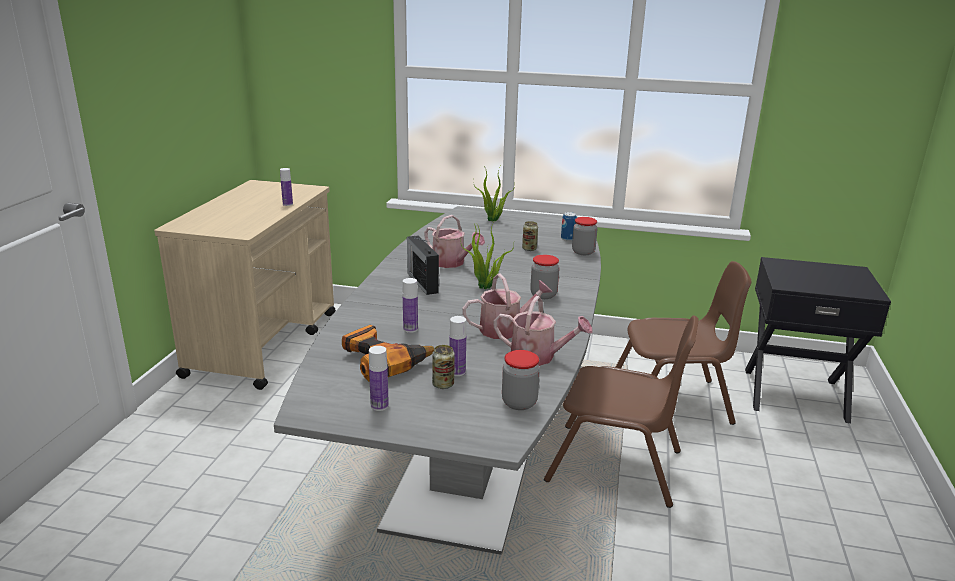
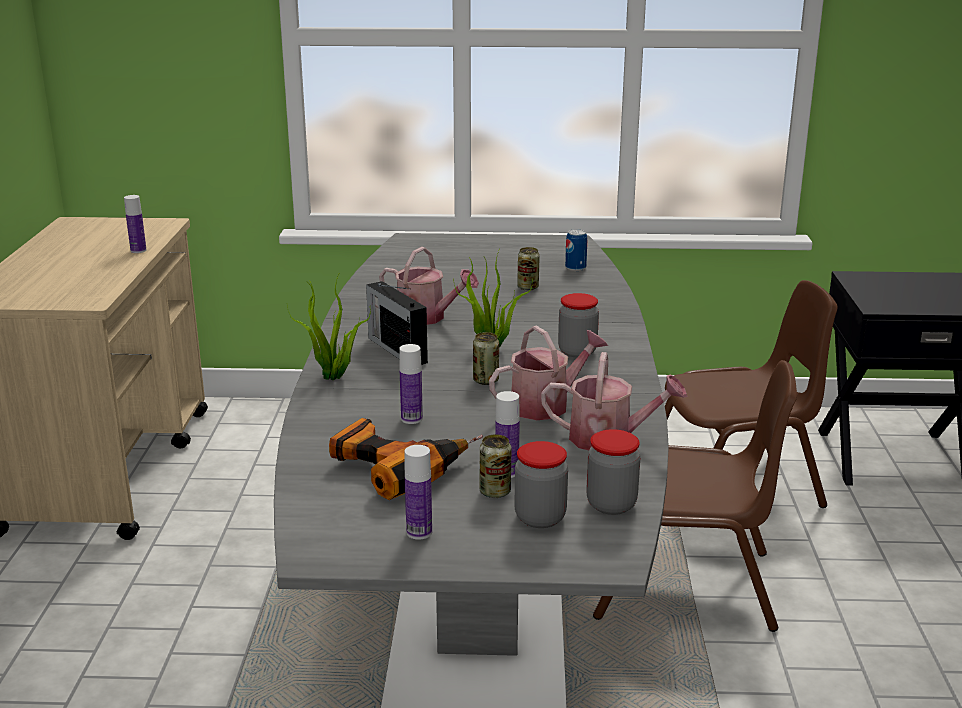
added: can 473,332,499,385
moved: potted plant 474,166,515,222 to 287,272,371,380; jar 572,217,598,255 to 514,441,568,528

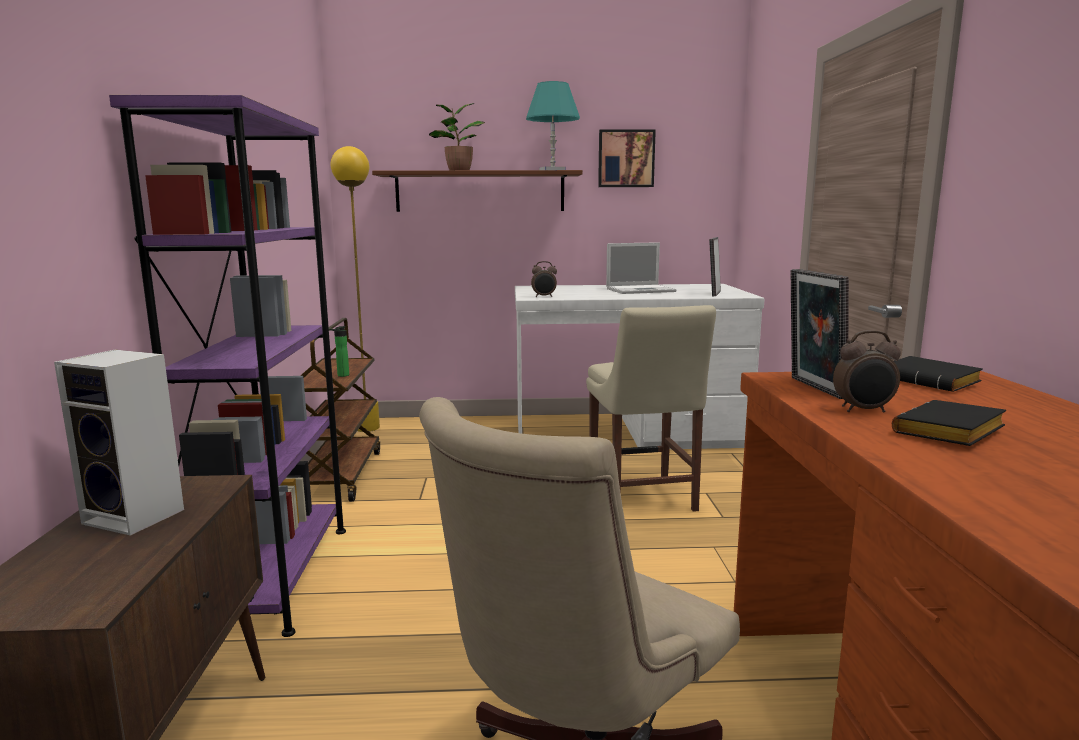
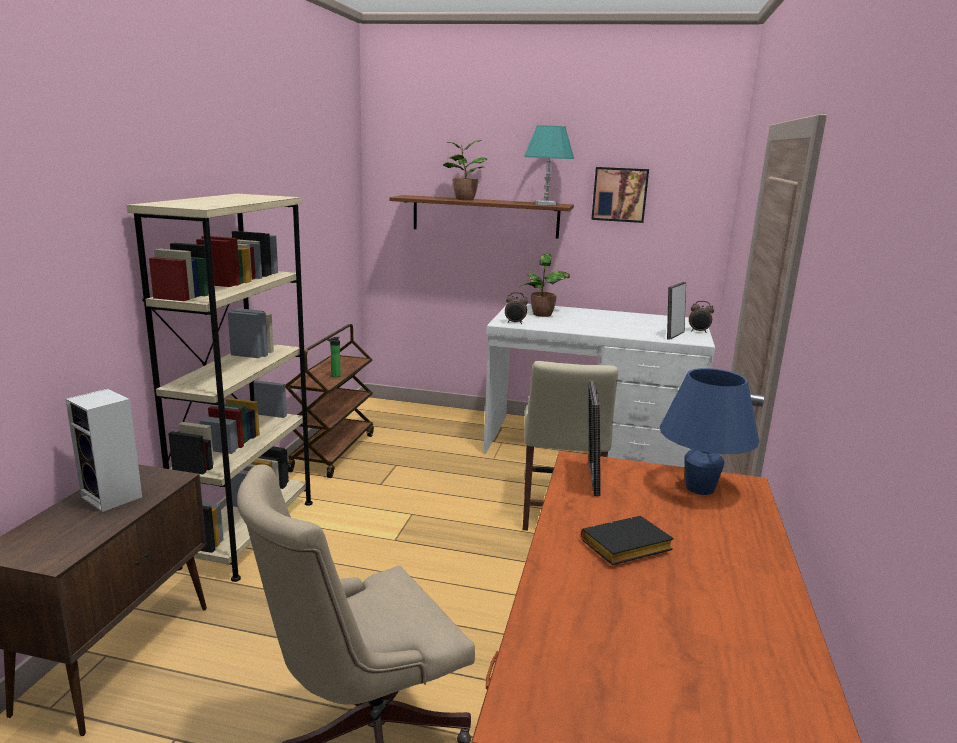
removed: yellow floor lamp 331,146,380,432; laptop 606,242,676,294
added: potted plant 521,253,570,317
moved: alarm clock 833,330,901,413 to 689,301,714,333
replaced: black book 894,356,983,392 to blue table lamp 660,368,759,495
recoloured: purple bookcase 109,95,346,637 to beige bookcase 127,194,313,582

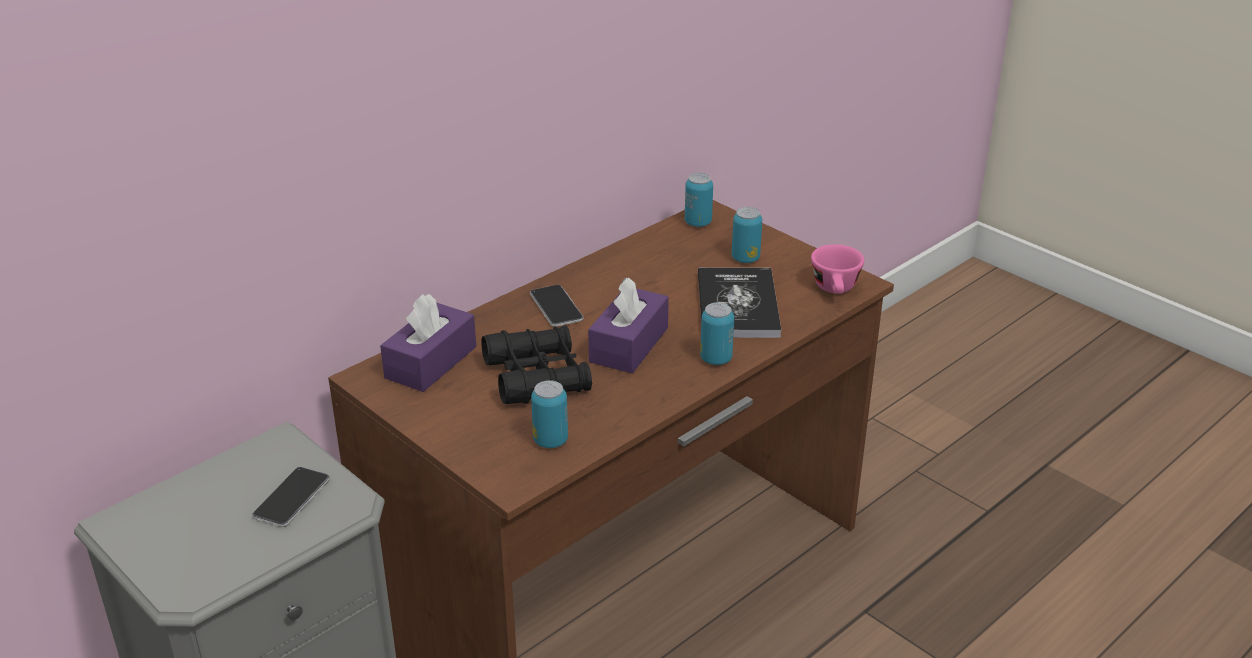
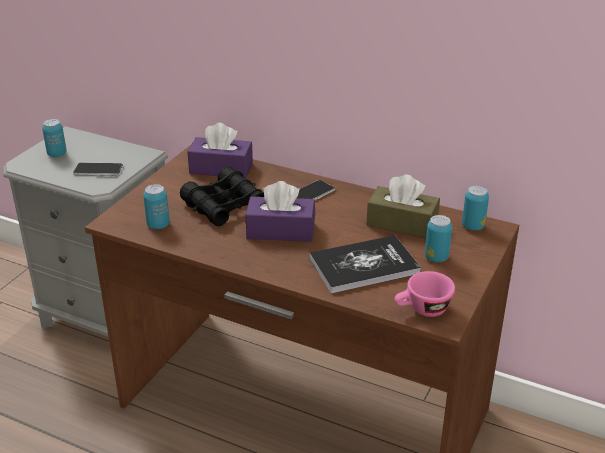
added: brown tissue box 367,174,440,238
moved: can 700,302,734,365 to 42,119,67,157

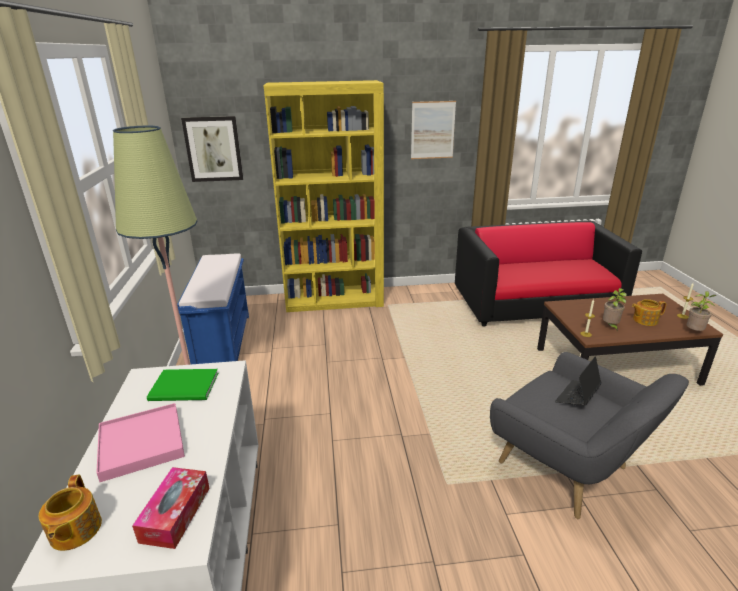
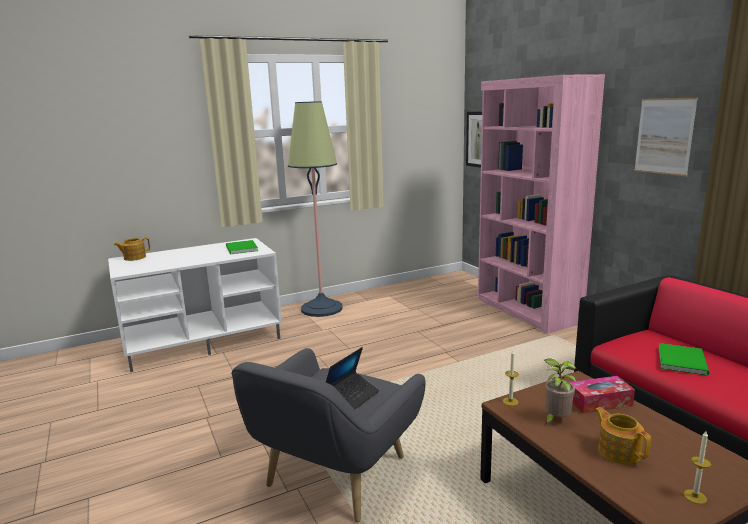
removed: pink tray 96,403,185,482; blue bench 177,253,249,364; potted plant 687,291,716,331
added: green book 658,343,709,376
moved: tissue box 132,467,210,549 to 570,376,635,413
recoloured: yellow bookcase 263,80,384,312 to pink bookcase 478,74,605,334
turned: laptop 555,356,602,406 = 326,347,379,409 105 degrees clockwise

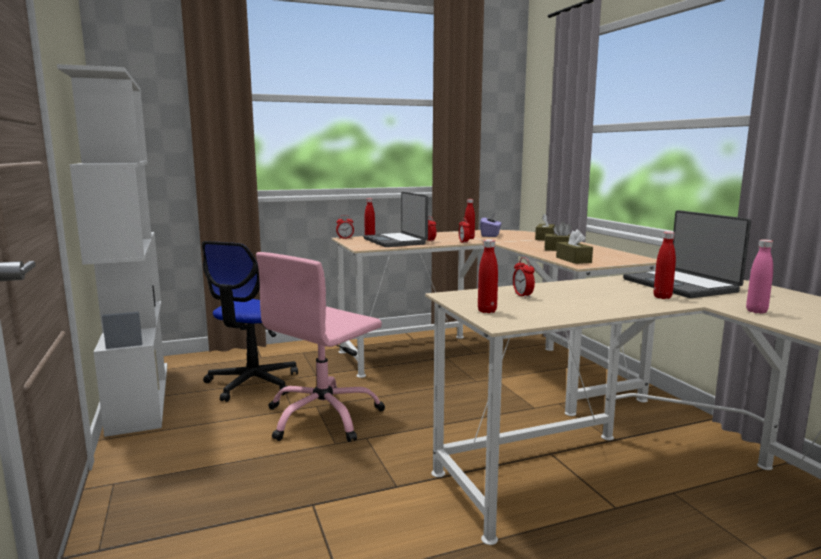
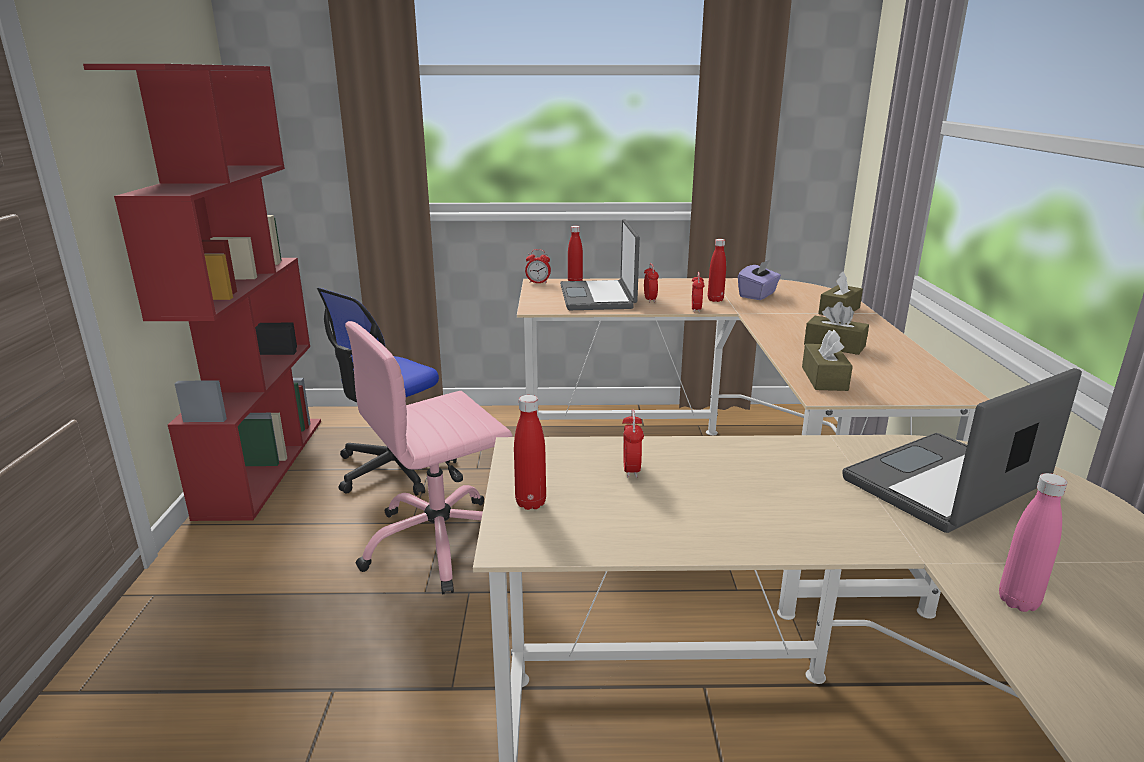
removed: red bottle 654,231,676,299
recoloured: white bookcase 57,64,167,437 to red bookcase 83,64,321,521
turned: laptop 623,210,751,298 = 842,368,1082,533 60 degrees clockwise

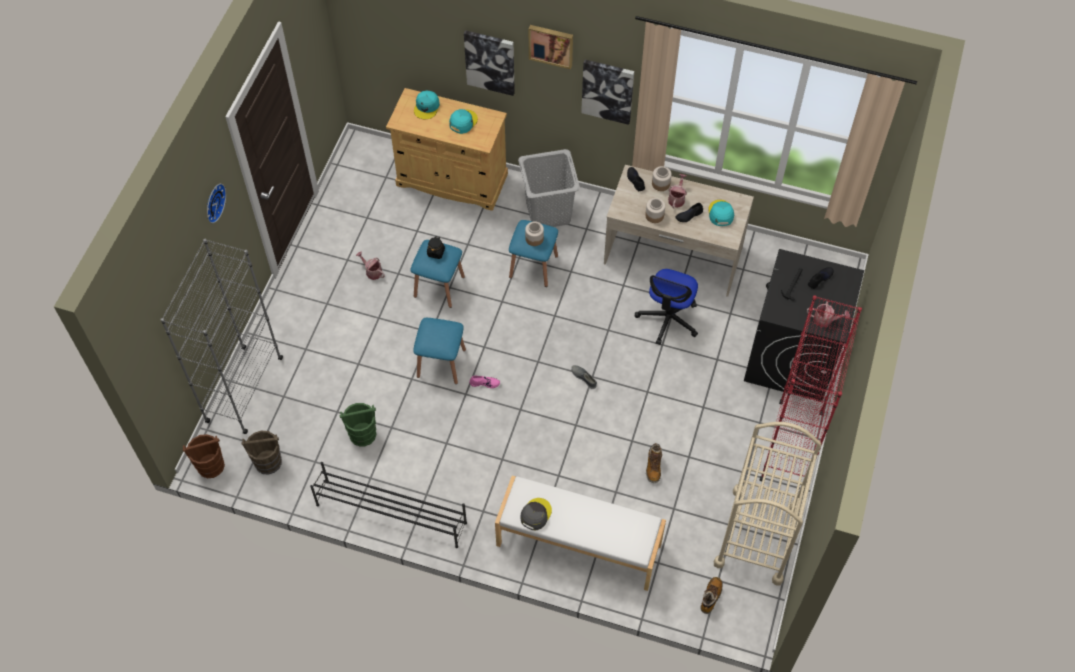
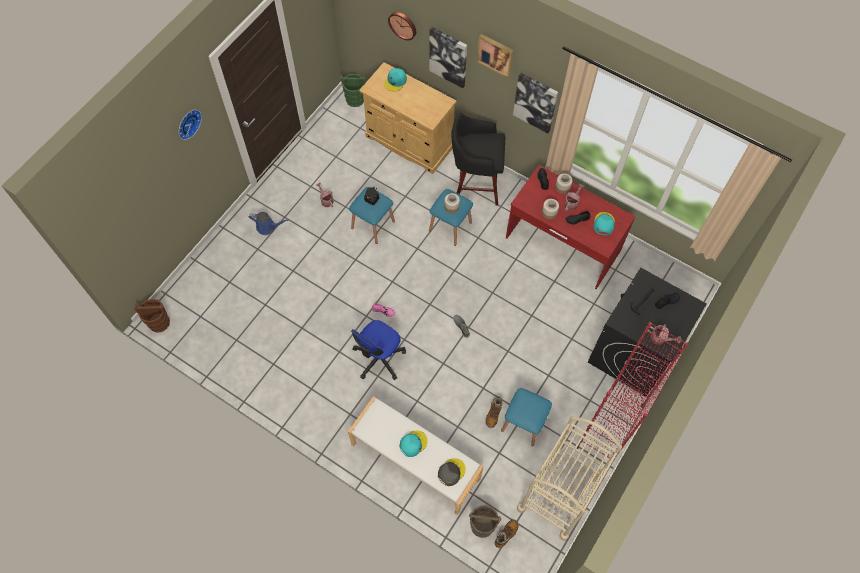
removed: grey bookcase 160,239,283,434; black shoe rack 310,462,467,548
added: blue watering can 249,212,289,235; wall clock 388,12,416,40
moved: brown bucket 242,431,282,475 to 469,505,501,538; green bucket 340,403,376,446 to 340,74,366,107; blue stool 413,318,466,384 to 501,388,552,446; turquoise cap 449,109,478,134 to 399,431,428,457; grey cap 520,498,552,530 to 438,458,466,486; office chair 635,269,698,345 to 351,320,406,380
replaced: grey laundry basket 518,149,580,227 to black stool 451,113,505,206
recoloured: beige desk 604,165,754,297 to red desk 506,165,636,289

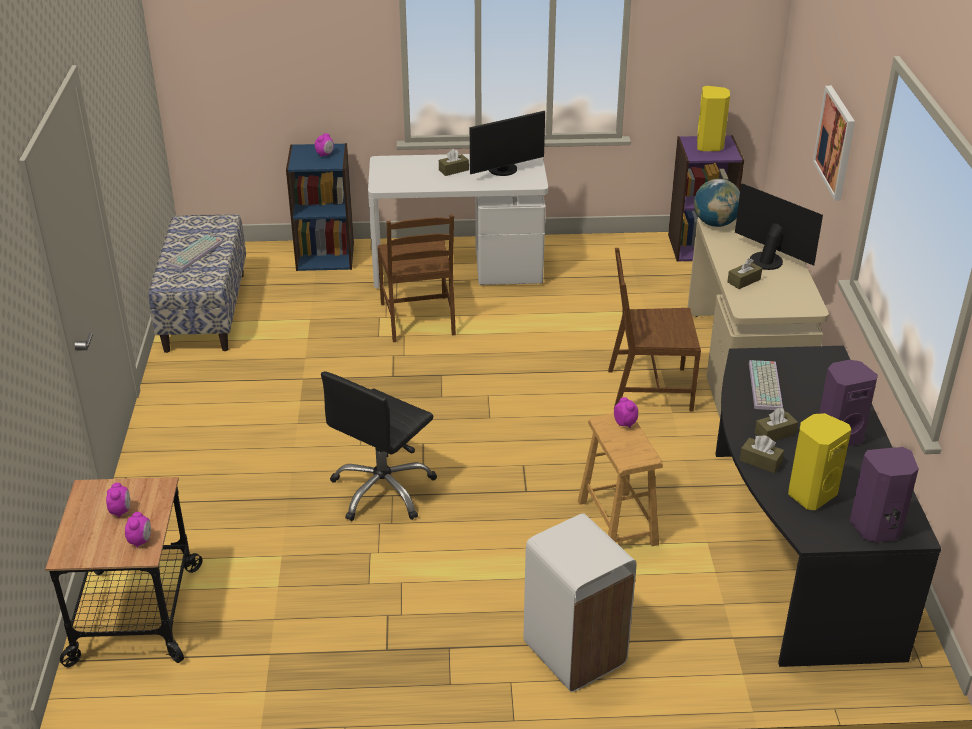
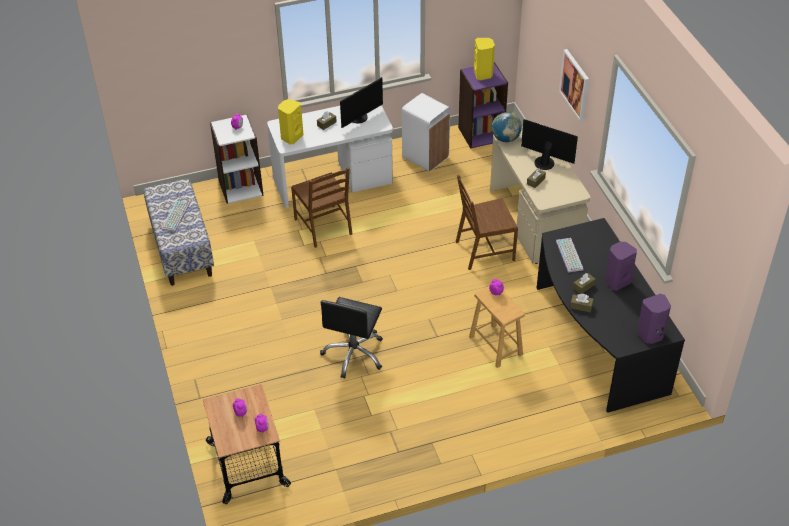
moved: white trash can 524,513,636,692 to 402,93,450,172; yellow speaker 788,413,851,510 to 278,99,303,144
recoloured: blue bookcase 286,143,354,271 to white bookcase 210,114,264,204

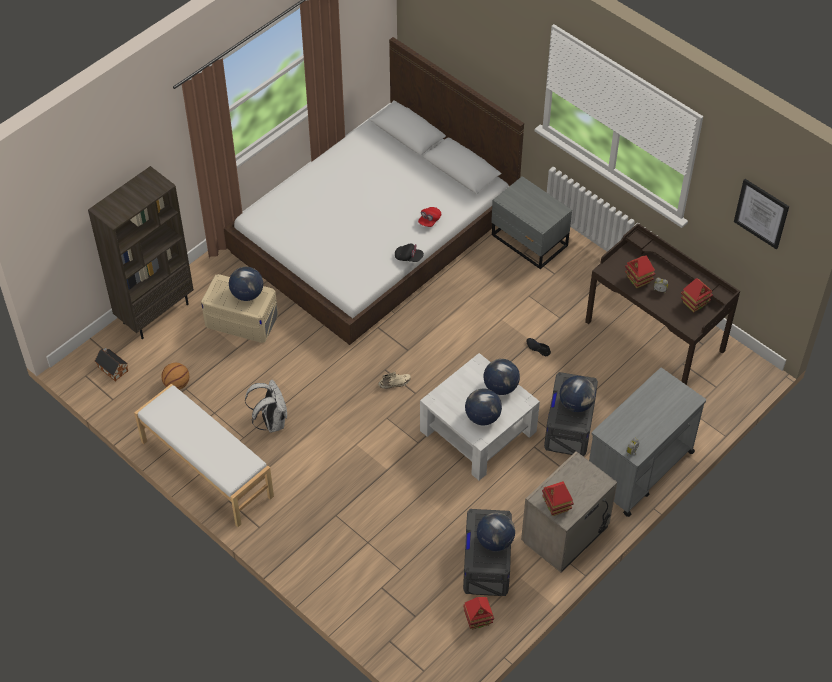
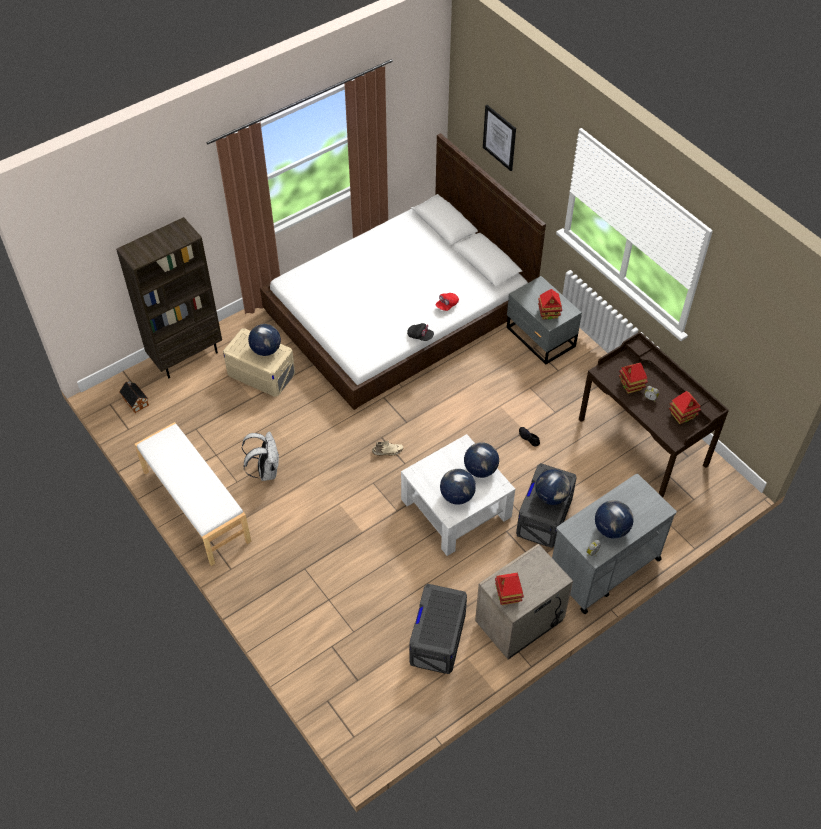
removed: basketball 162,363,189,390
moved: toy house 463,597,494,629 to 538,289,562,319; globe 477,513,515,551 to 595,500,634,539; picture 734,179,789,249 to 483,105,516,171

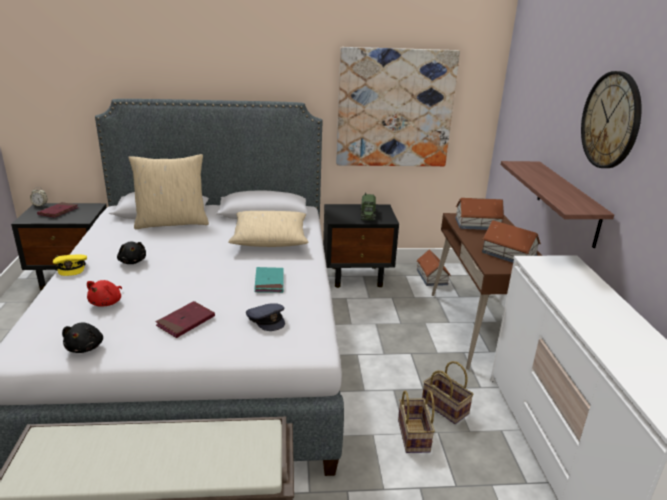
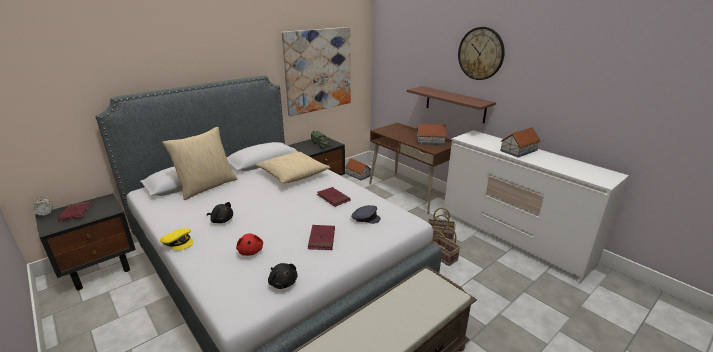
moved: toy house 455,198,505,230 to 500,127,541,158
recoloured: turquoise book 254,267,283,293 to red book 317,187,351,207

